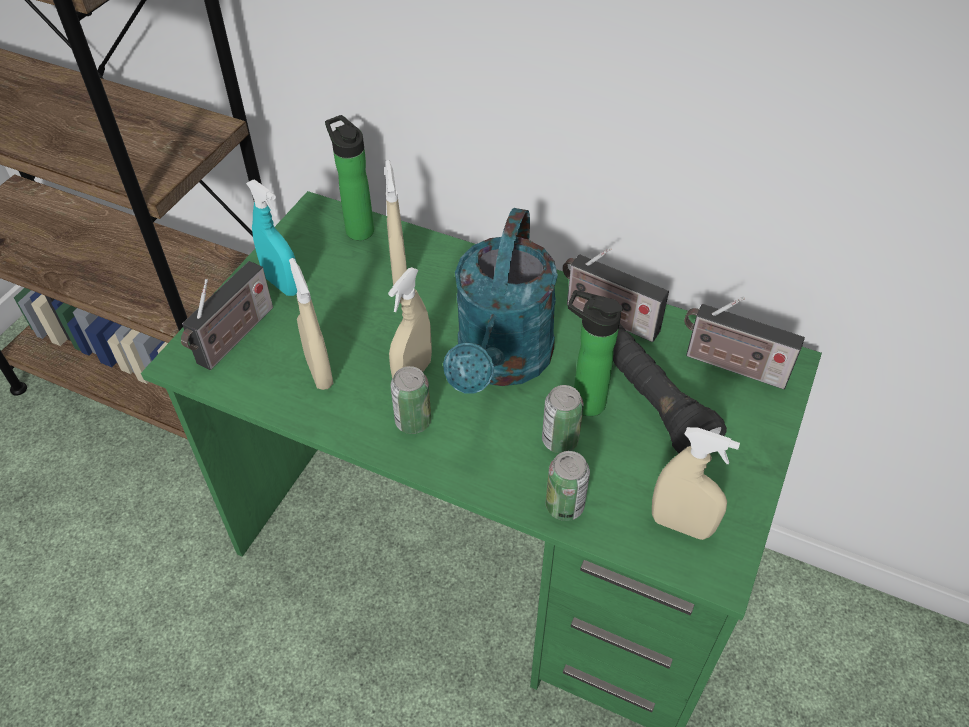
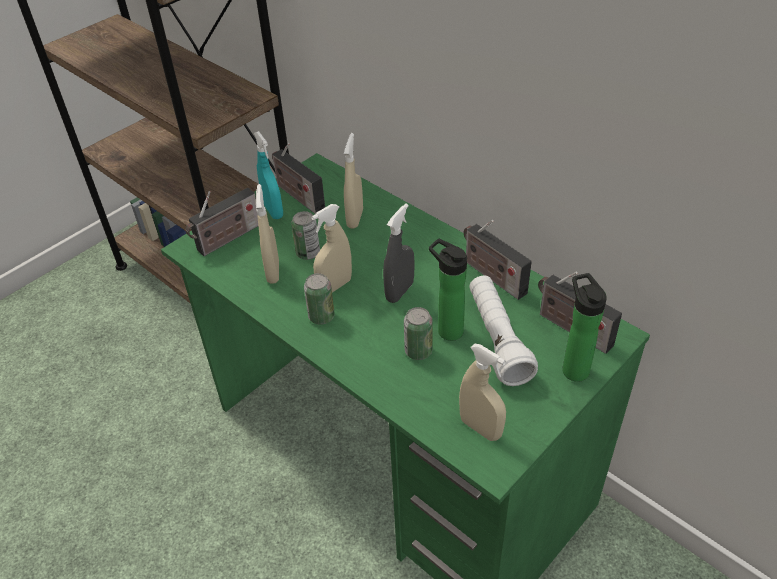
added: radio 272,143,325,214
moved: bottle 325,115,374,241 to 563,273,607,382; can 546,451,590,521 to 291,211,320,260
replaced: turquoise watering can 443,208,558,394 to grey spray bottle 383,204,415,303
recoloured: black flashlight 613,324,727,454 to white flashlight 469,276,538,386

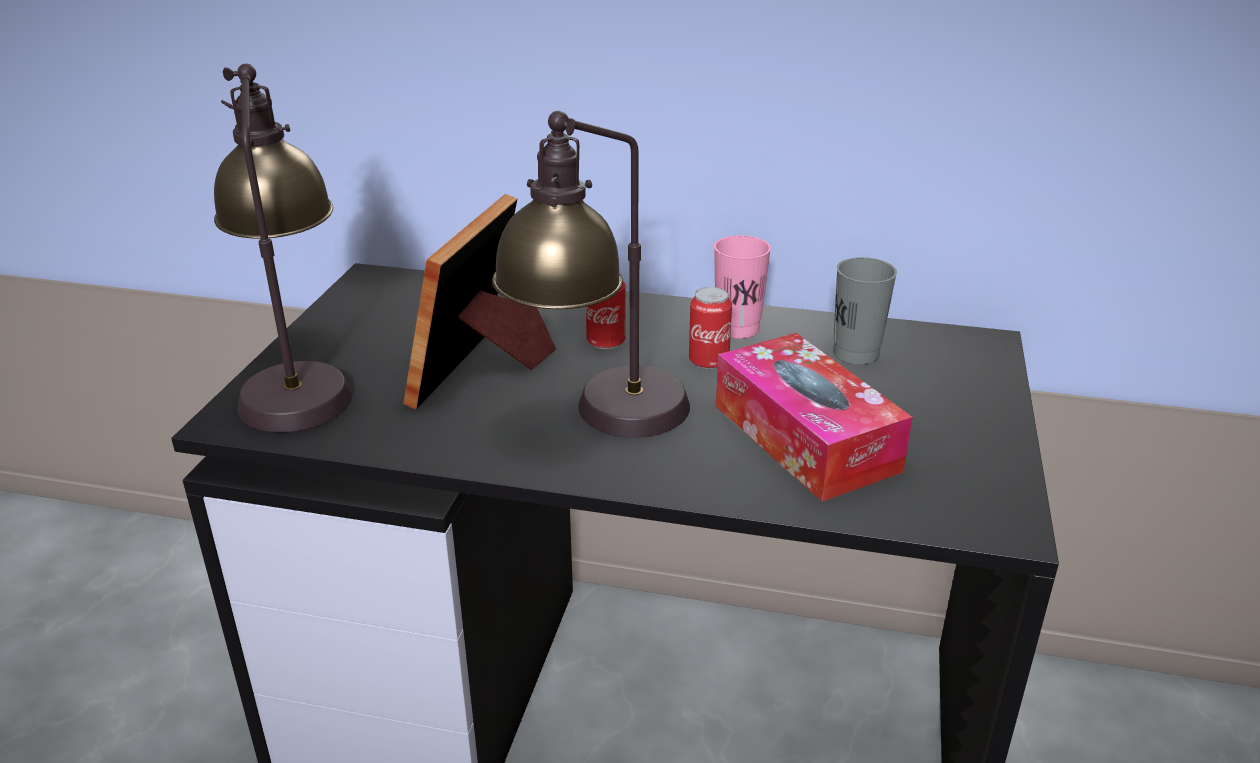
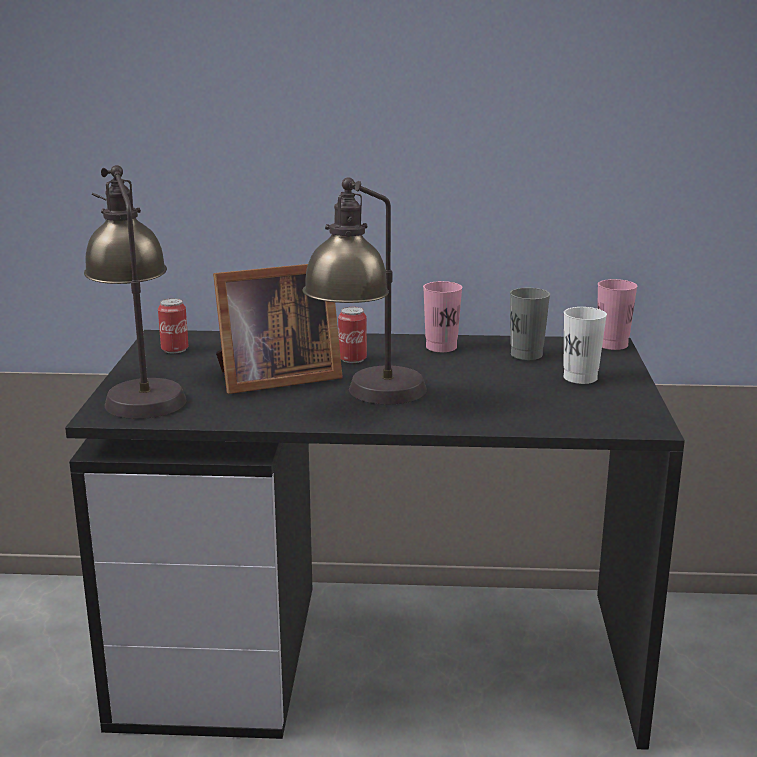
removed: tissue box 716,333,913,501
added: white cup 563,307,607,384; pink cup 597,279,637,350
moved: can 689,287,732,369 to 158,298,189,354
turned: picture frame 403,194,556,410 = 213,264,343,394 120 degrees counterclockwise

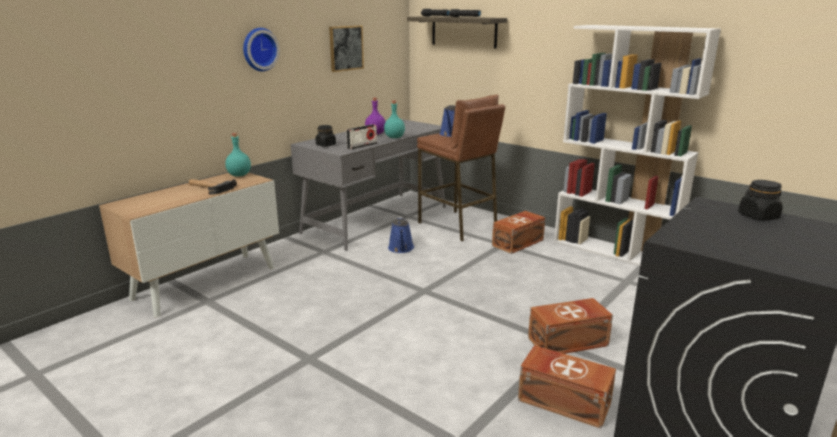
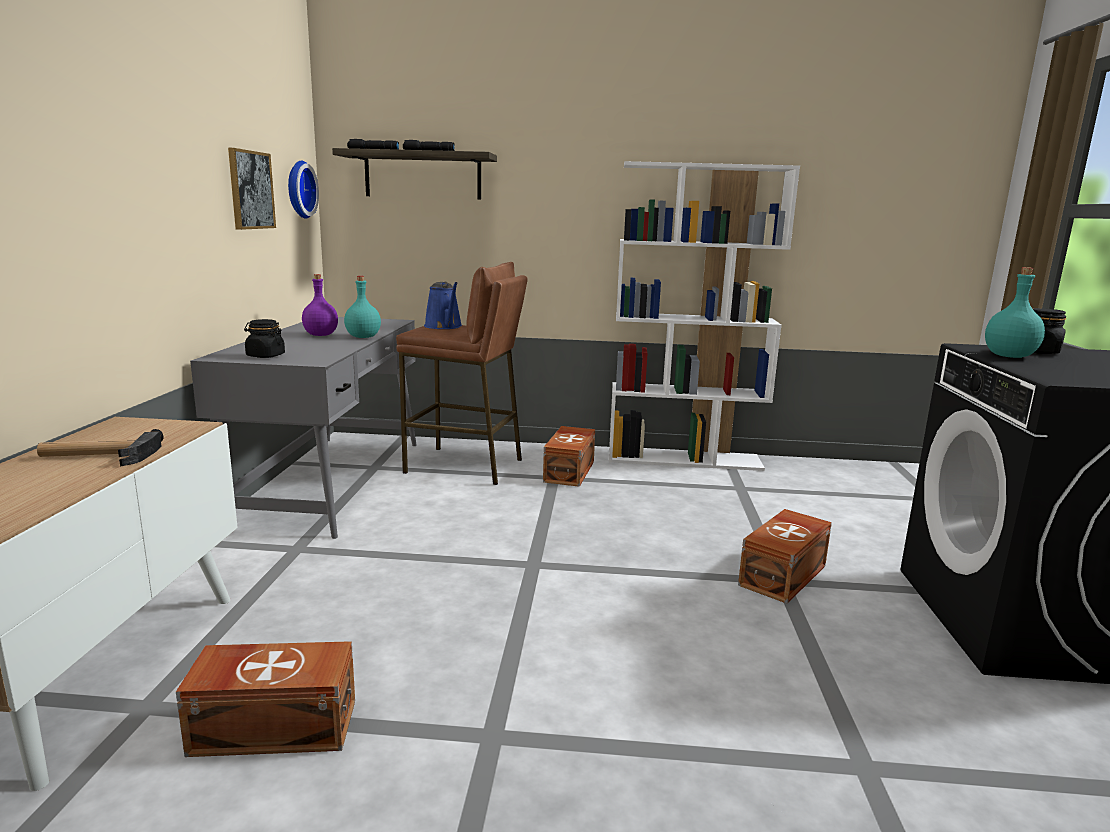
removed: radio 346,124,377,149; blue watering can 388,217,414,253
moved: turquoise bottle 225,133,251,176 to 985,267,1045,358; wall clock 243,28,280,71 to 288,160,319,219; brown storage box 518,345,616,429 to 176,641,355,757

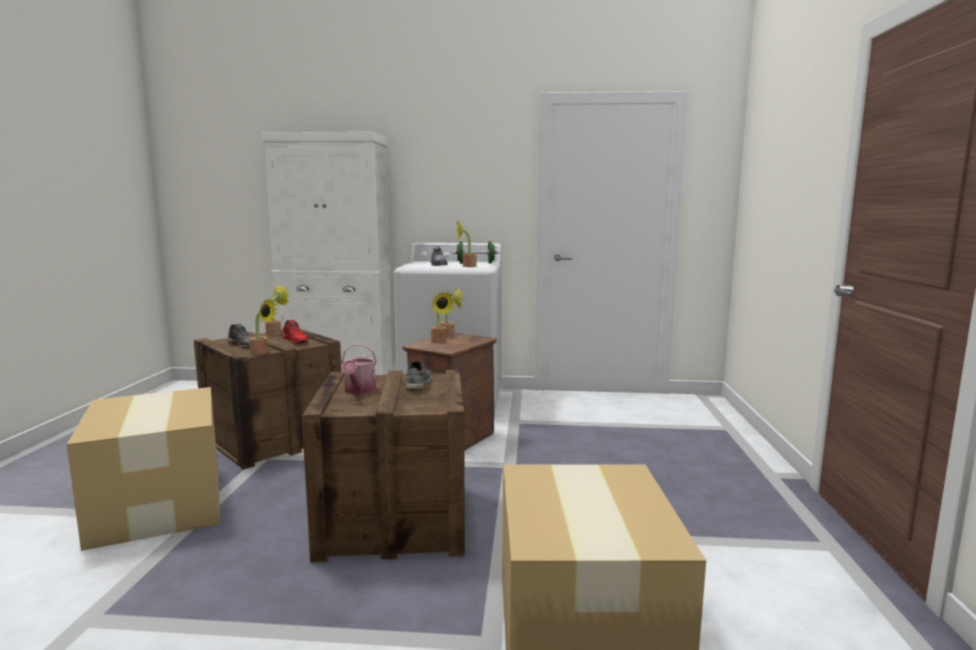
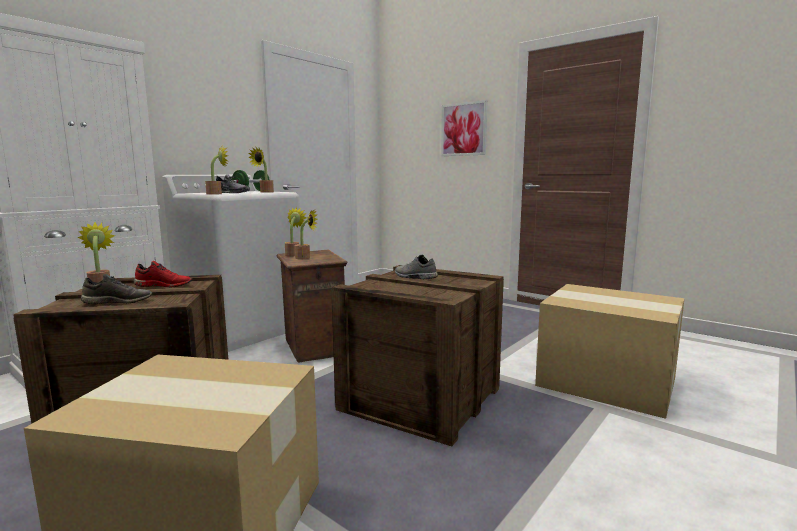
removed: watering can 341,344,377,394
added: picture 441,100,488,156
moved: potted plant 249,298,278,355 to 205,145,228,195

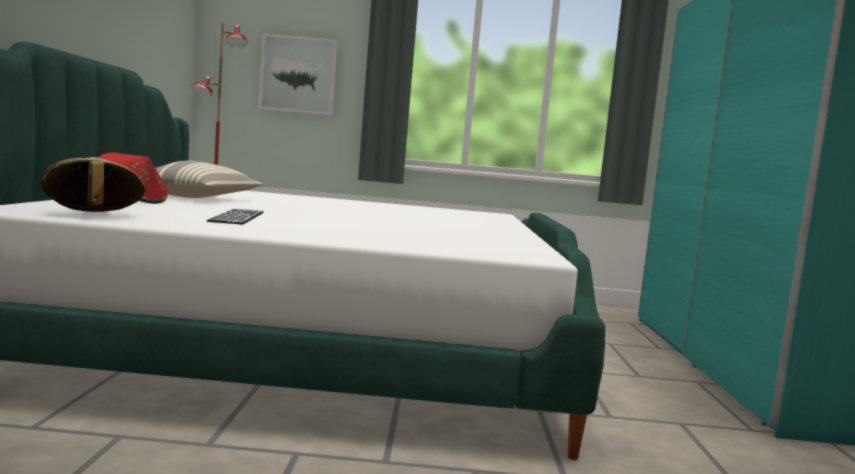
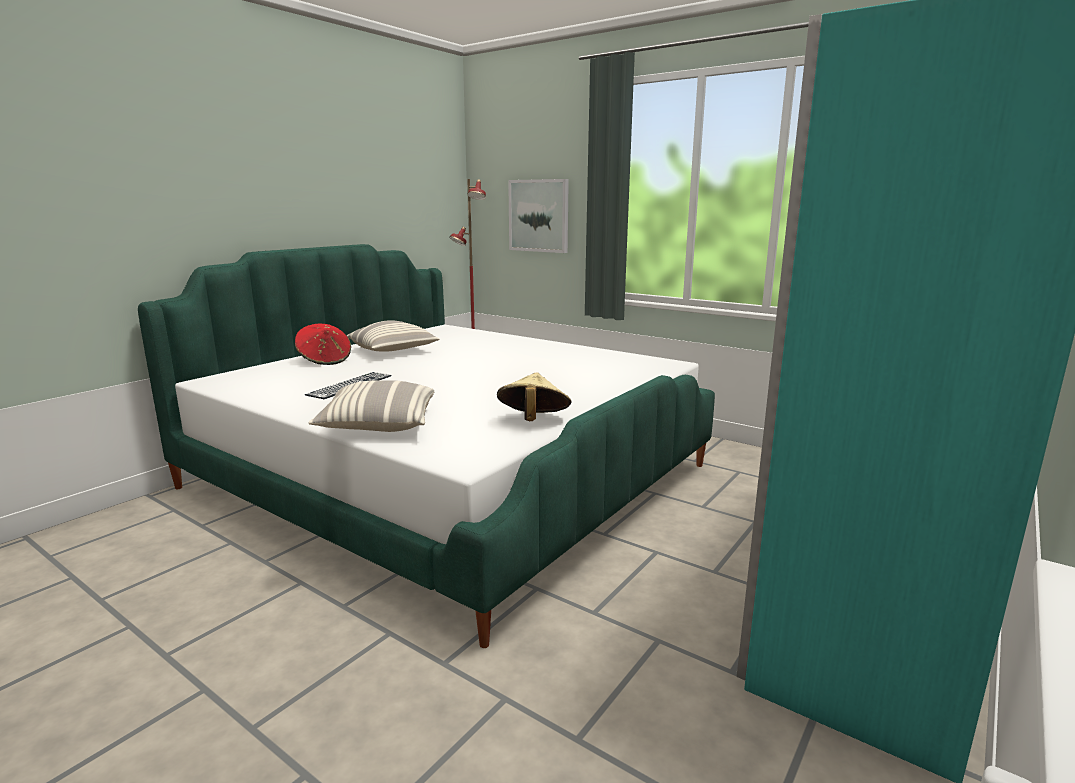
added: pillow 308,380,434,432
moved: beige hat 41,157,145,212 to 497,372,571,421

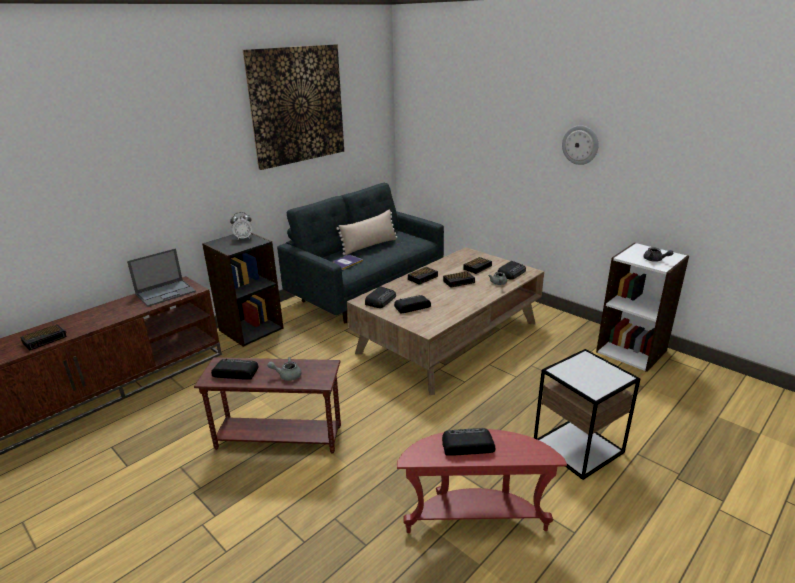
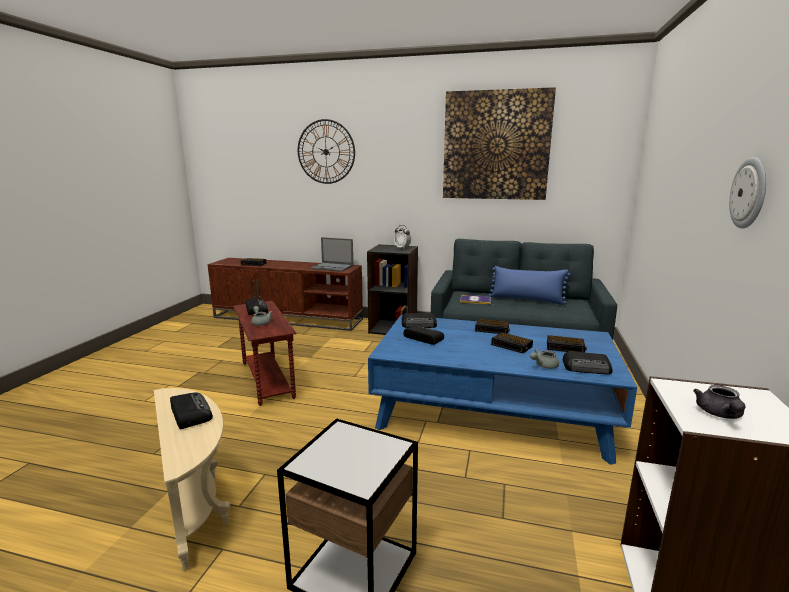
added: wall clock 298,119,355,184
recoloured: beige pillow 336,210,397,255 to blue pillow 488,266,570,305; brown coffee table 347,247,544,395 to blue coffee table 368,315,637,465; red side table 397,429,567,533 to beige side table 154,388,230,571

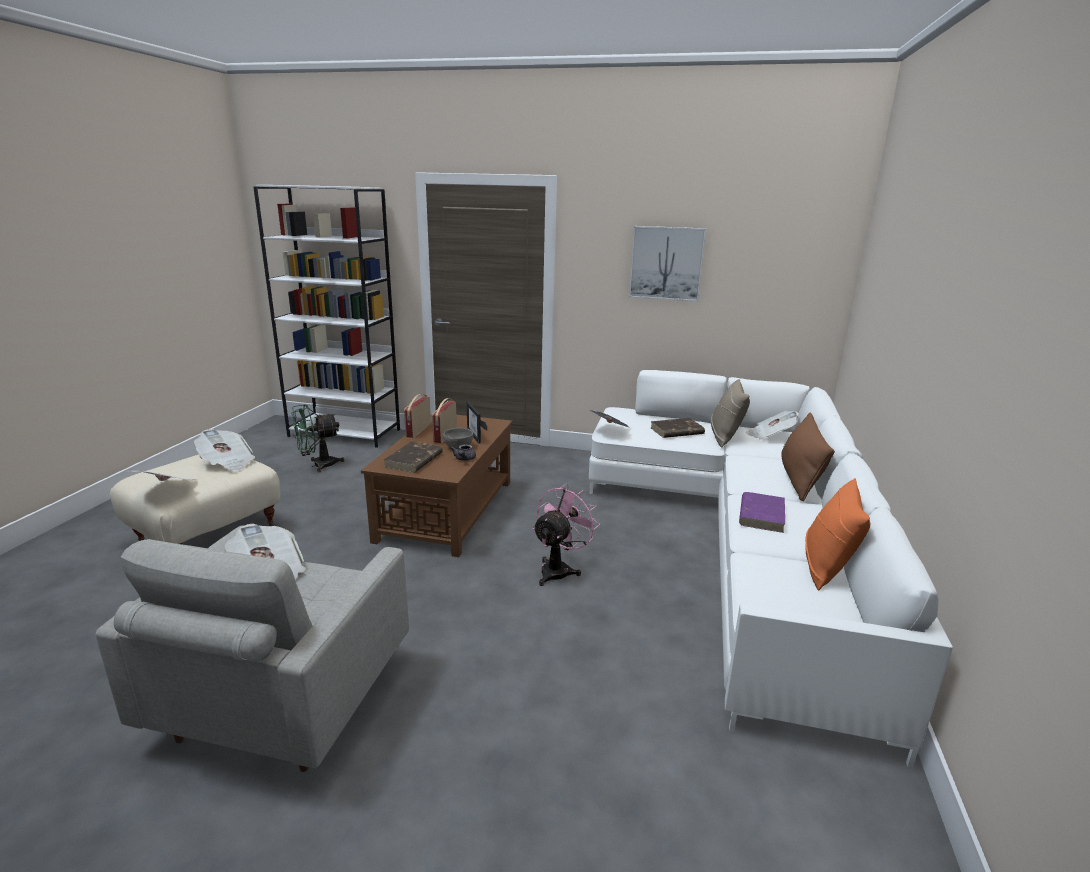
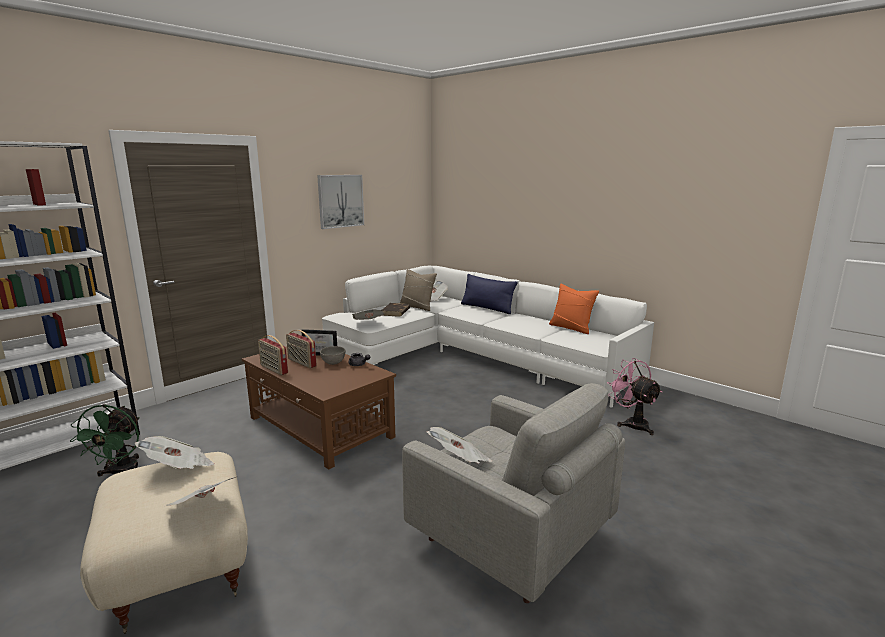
removed: brown book 384,441,443,473; purple book 739,492,785,533
moved: pink fan 532,484,600,586 to 607,358,662,435
recoloured: brown pillow 781,413,835,501 to blue pillow 461,274,517,314

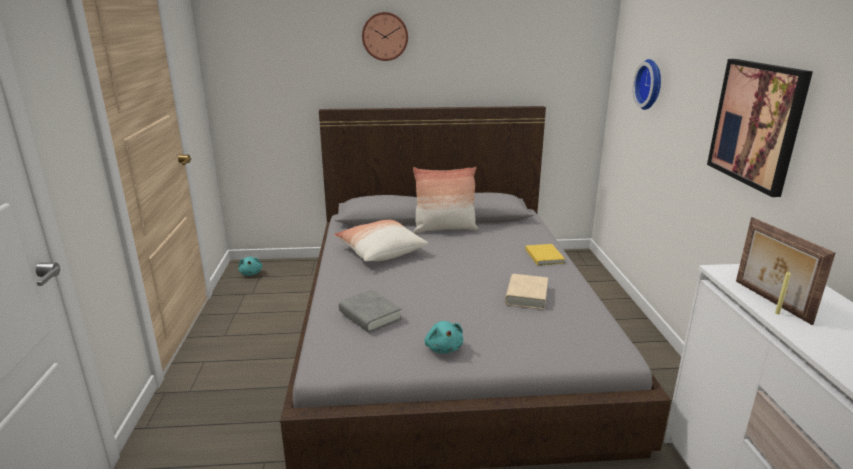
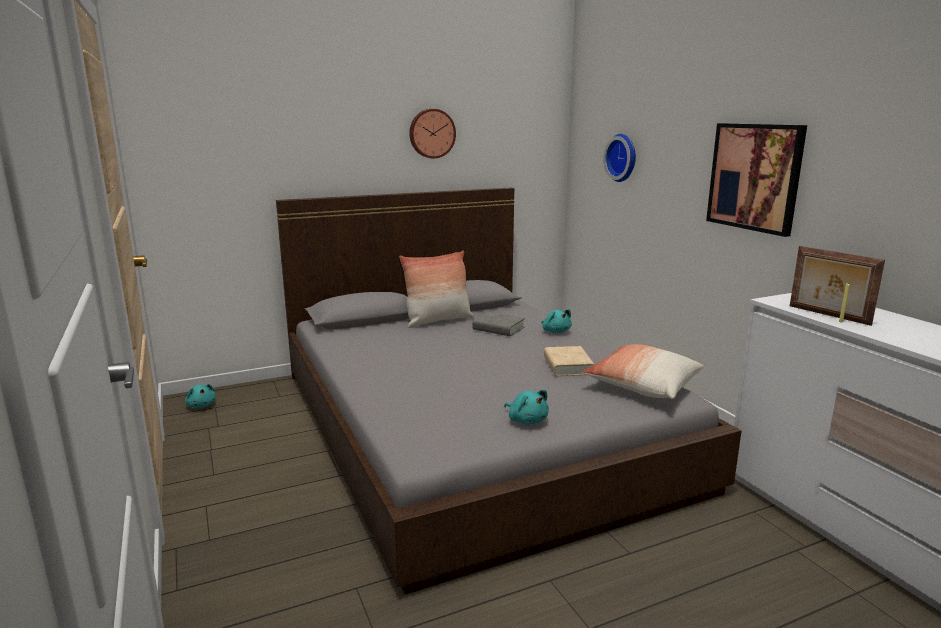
moved: pillow 334,220,428,261 to 582,344,704,399; grey book 339,290,402,333 to 473,312,525,336; wall clock 362,12,408,61 to 409,109,456,158
replaced: yellow book 525,244,565,265 to turquoise plush toy 542,309,572,333

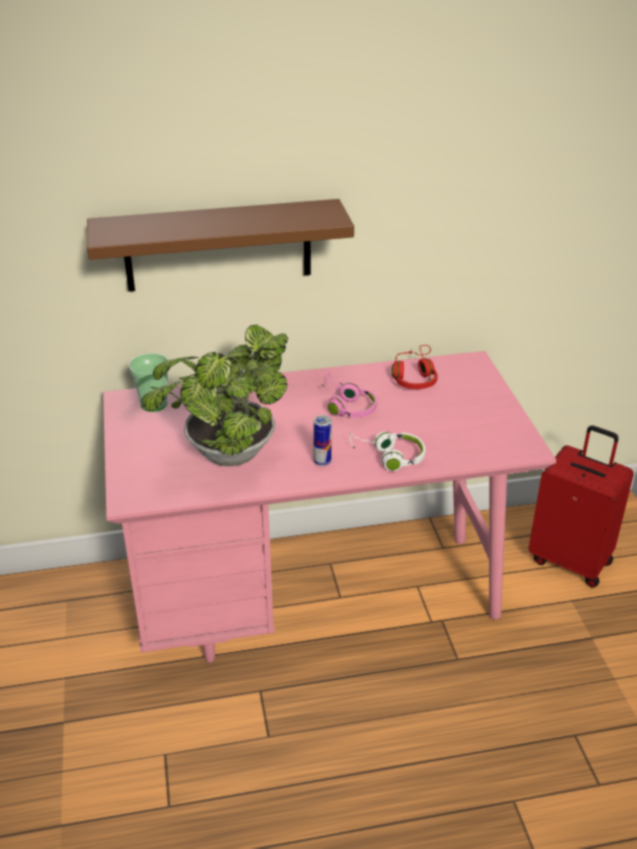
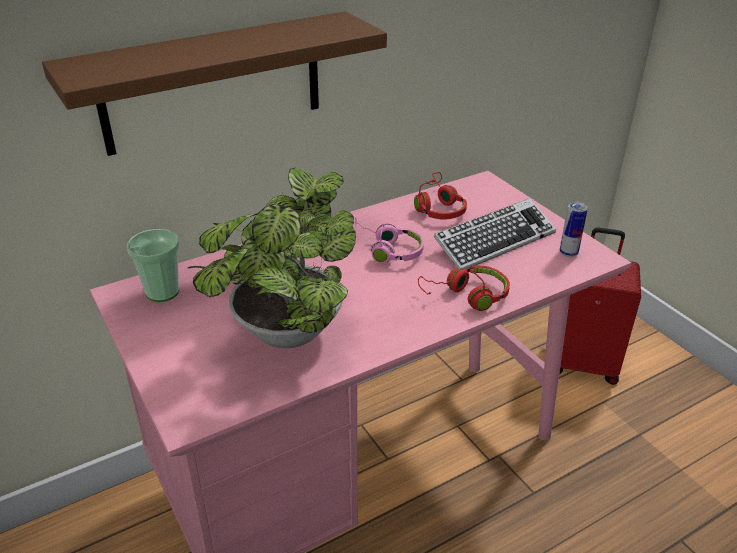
added: keyboard 433,198,556,269
moved: can 313,415,332,466 to 560,202,588,257
recoloured: white headphones 350,432,425,471 to red headphones 418,266,510,311

